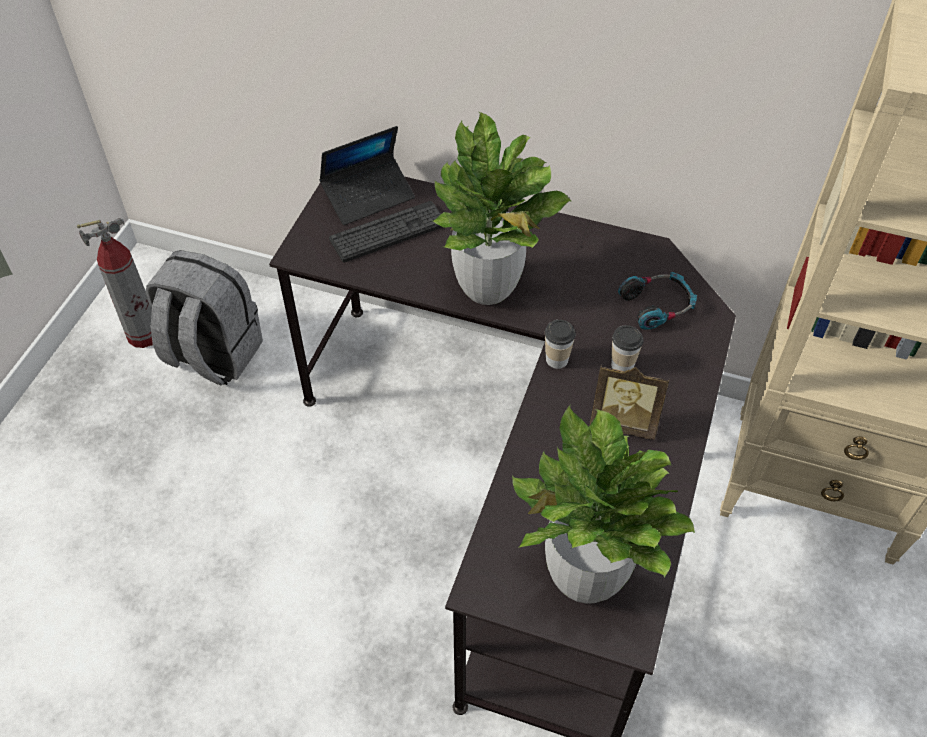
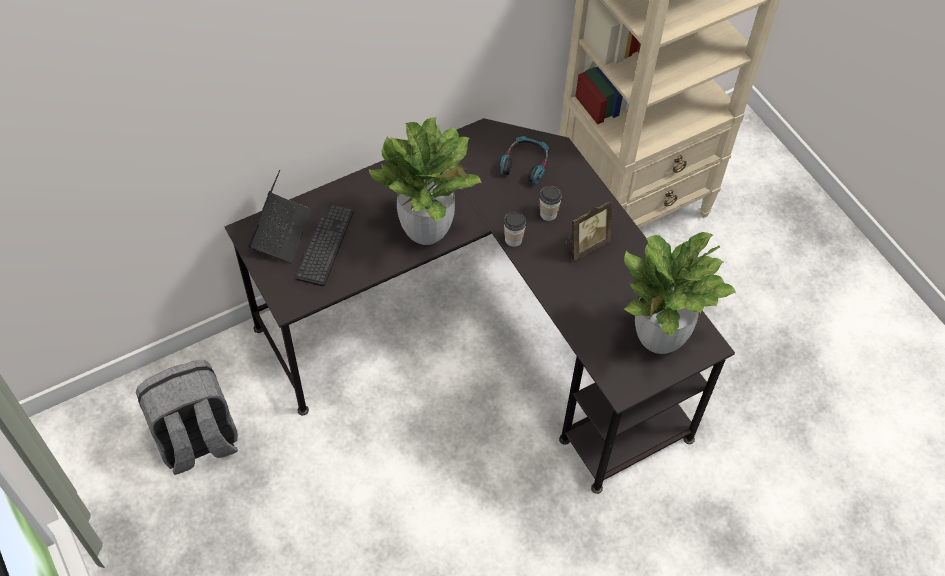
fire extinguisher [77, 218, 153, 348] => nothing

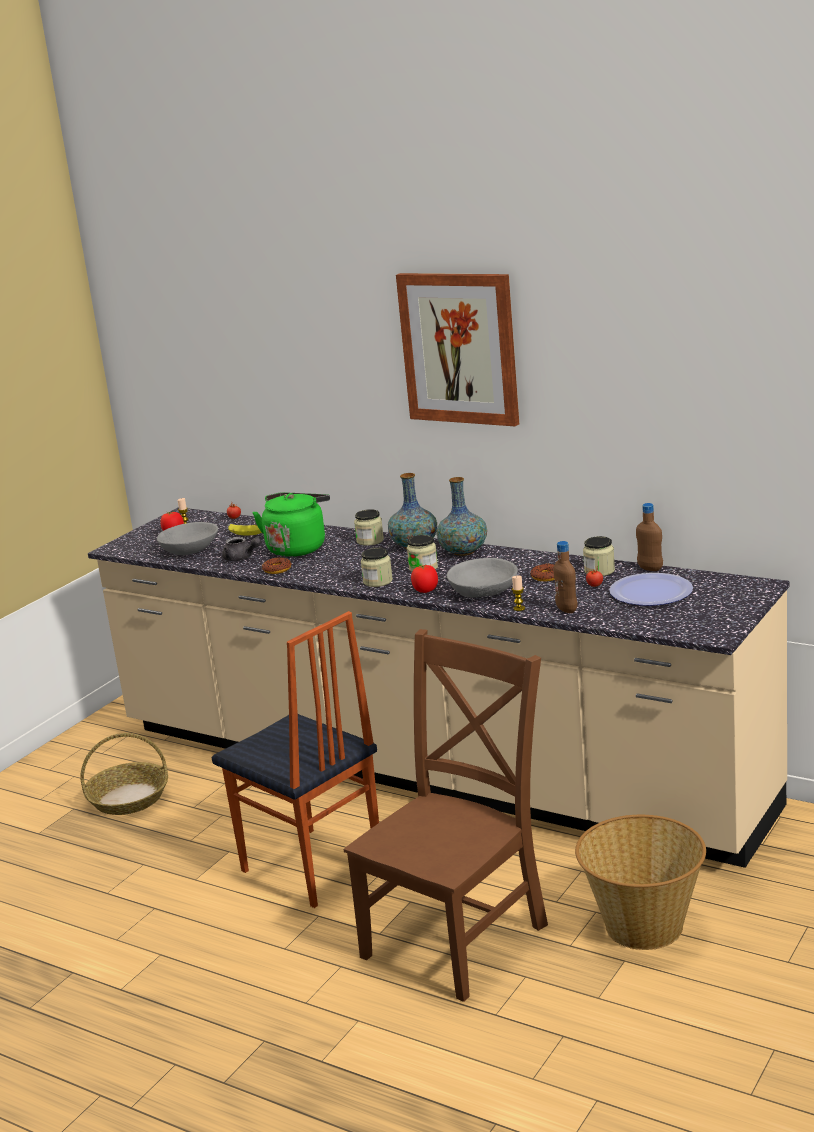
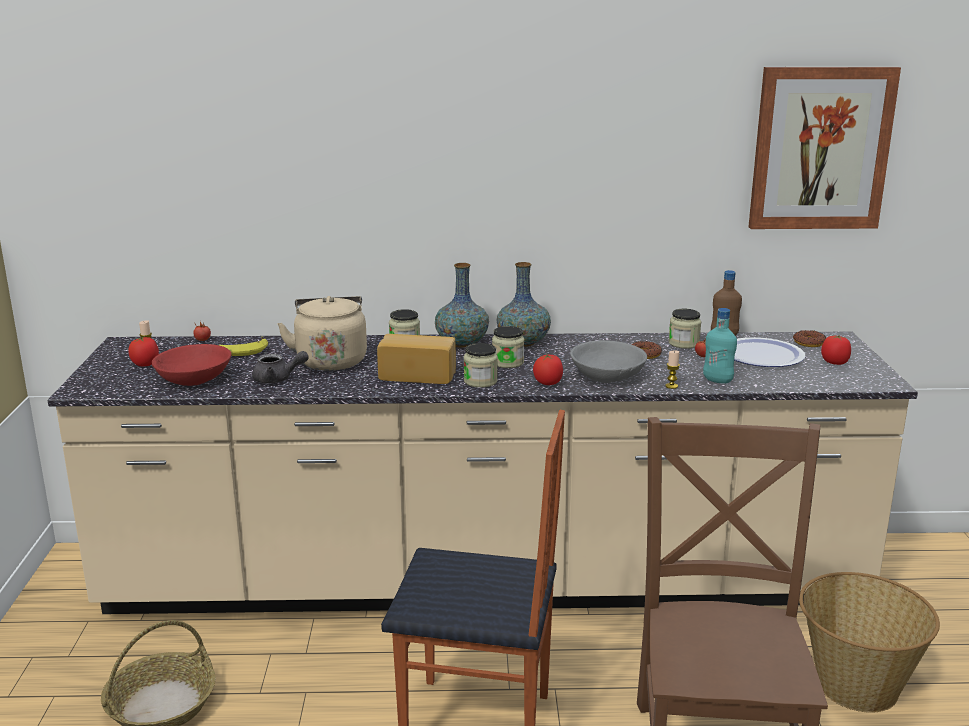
nothing => bread [377, 334, 456, 384]
nothing => tomato [821, 335, 851, 365]
donut [262, 557, 292, 574] => donut [793, 330, 826, 347], move
picture [396, 273, 519, 427] => picture [748, 67, 901, 229], move
grey bowl [157, 522, 218, 555] => red bowl [152, 344, 231, 386]
green kettle [253, 492, 330, 557] => beige kettle [277, 296, 367, 371]
brown bottle [553, 541, 577, 613] => turquoise bottle [703, 308, 737, 384]

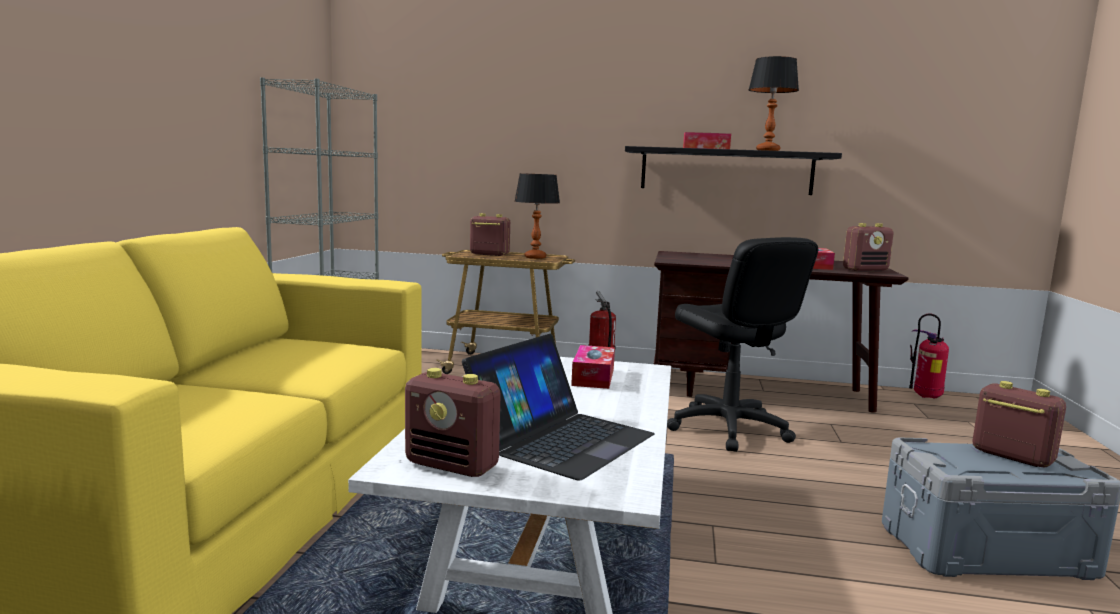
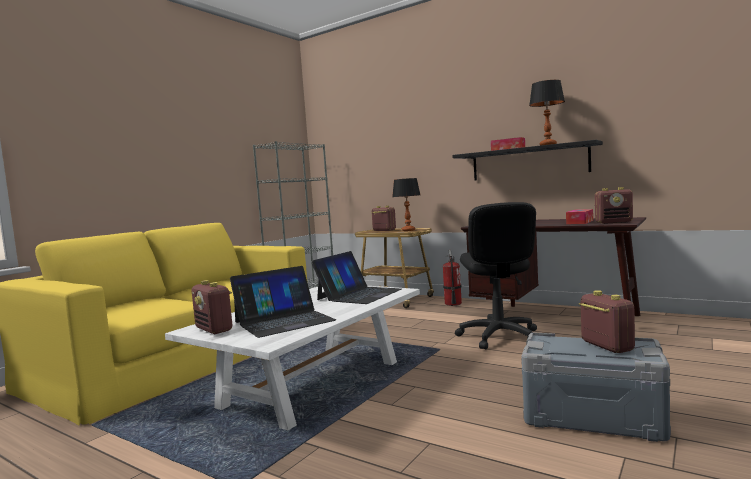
fire extinguisher [909, 313, 949, 399] => nothing
tissue box [571, 345, 615, 389] => laptop [311, 251, 401, 304]

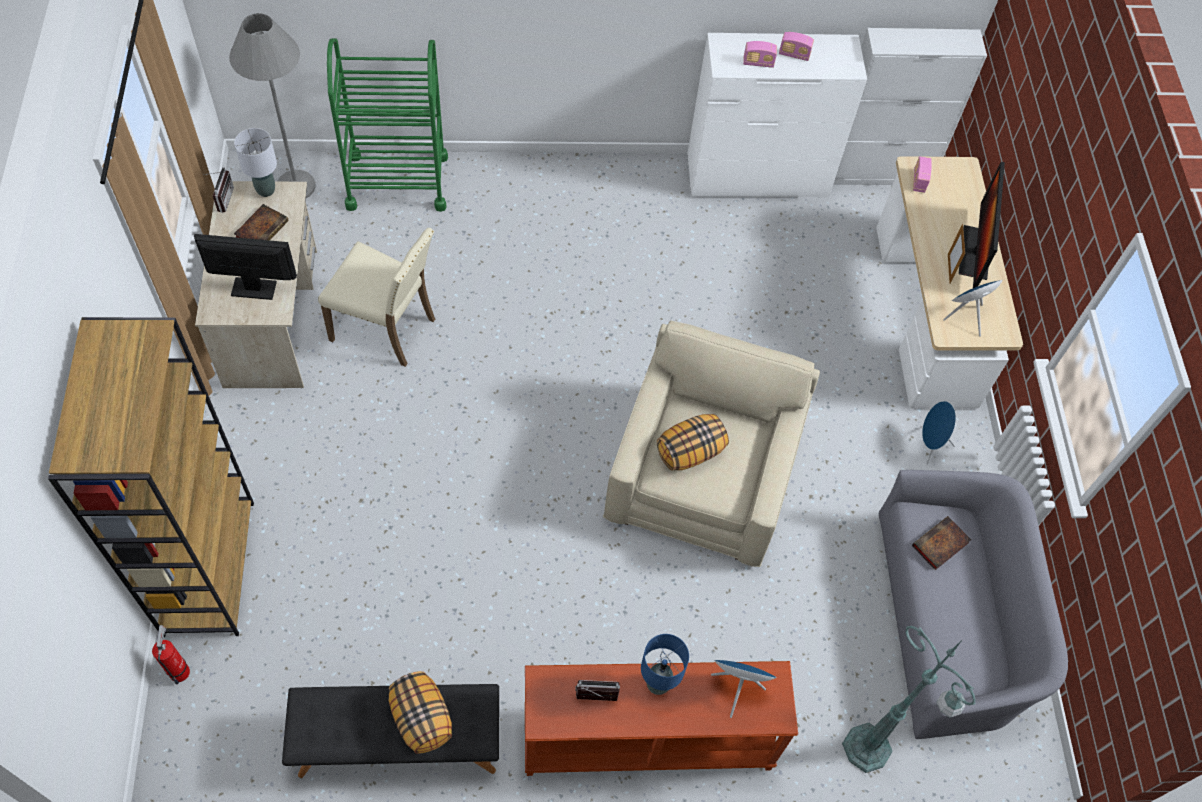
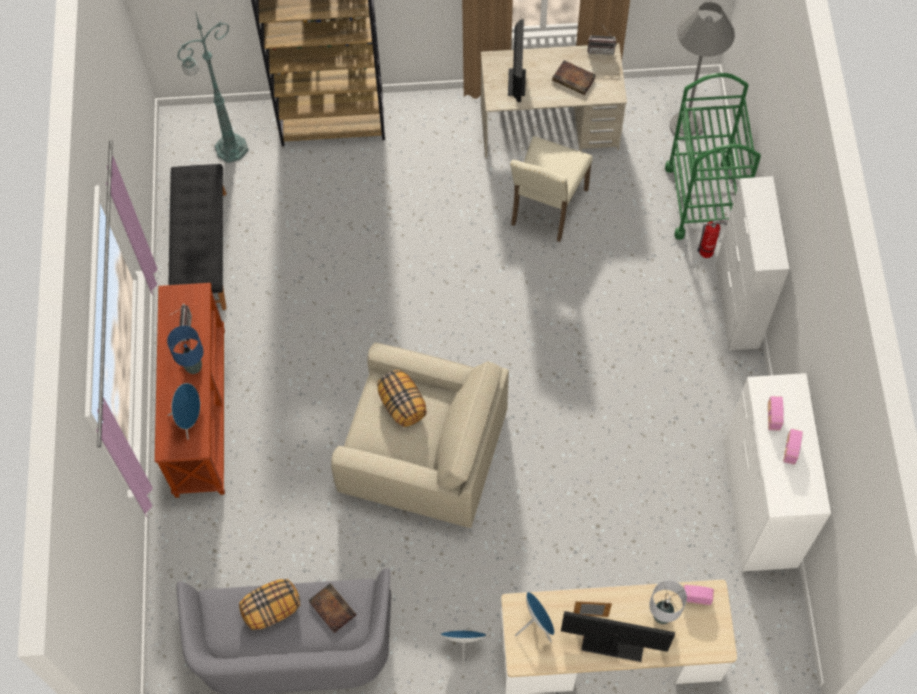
fire extinguisher [152, 625, 190, 684] => fire extinguisher [697, 219, 728, 258], move
grey table lamp [234, 128, 277, 197] => grey table lamp [649, 580, 687, 624], move
pillow [389, 671, 452, 754] => pillow [239, 579, 301, 630], move
white cabinet [833, 28, 987, 185] => white cabinet [715, 176, 789, 350], move
green floor lamp [842, 626, 976, 773] => green floor lamp [177, 14, 248, 163], move

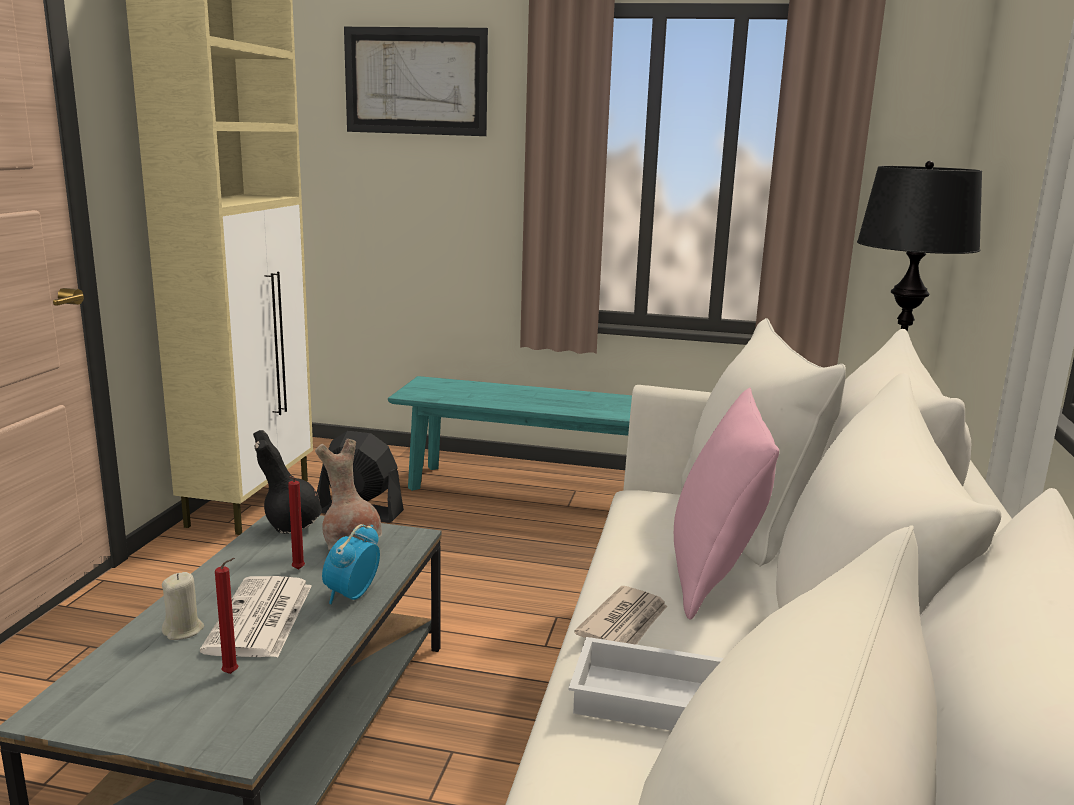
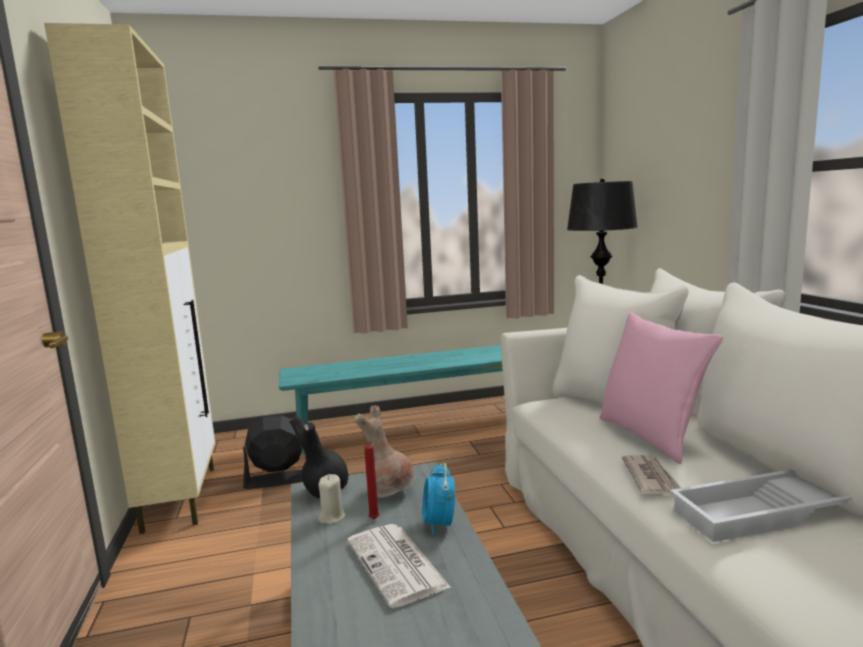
red candle [215, 558, 238, 674] => nothing
picture [344, 27, 488, 136] => nothing
beige candle [162, 572, 204, 640] => beige candle [318, 474, 346, 524], move

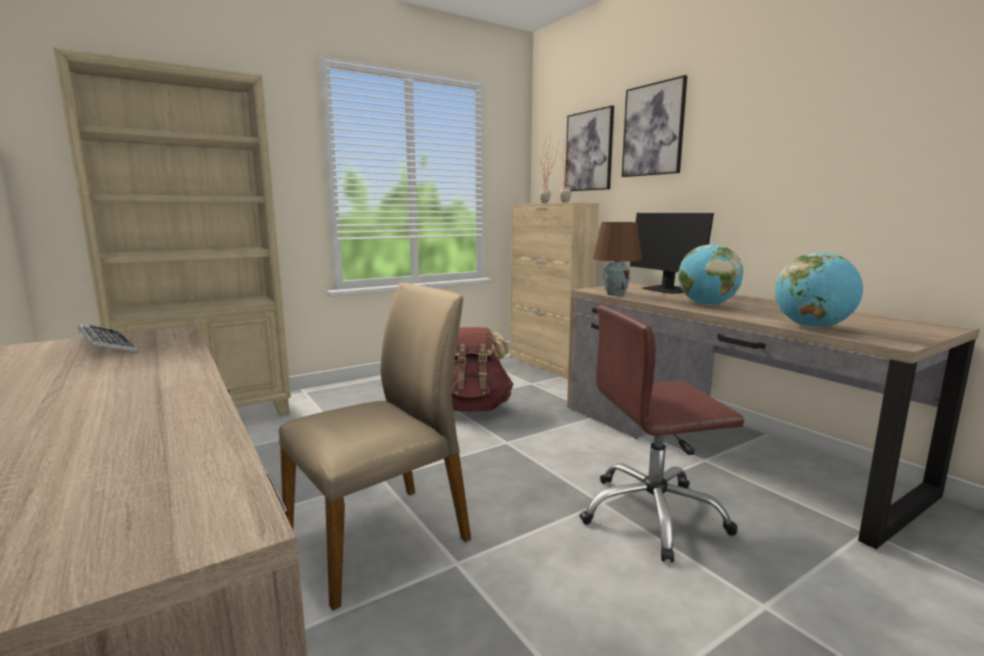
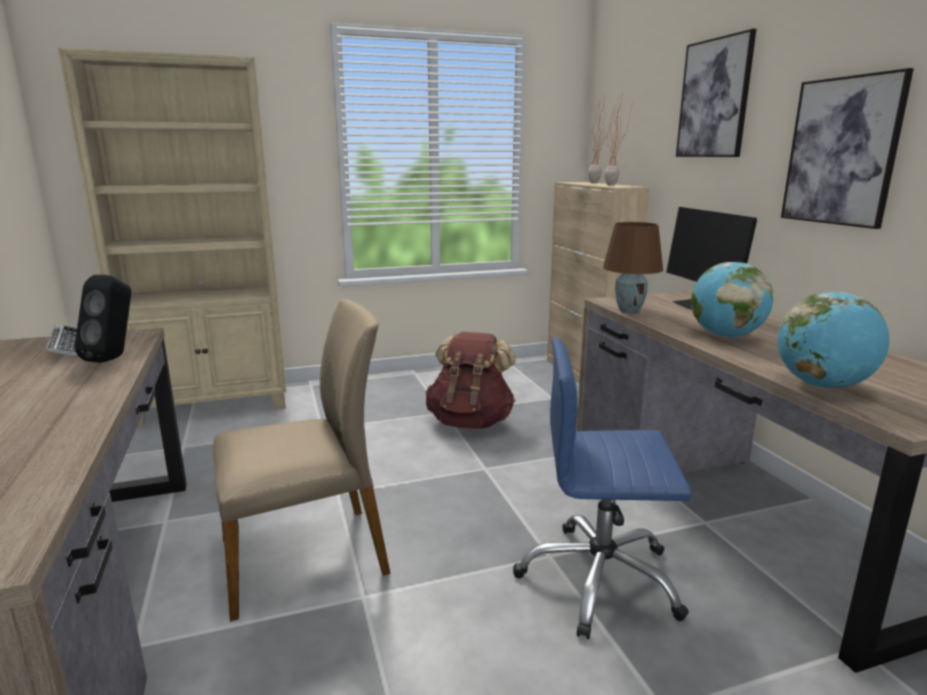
nothing => black speaker [75, 275, 131, 363]
picture [565, 105, 614, 191] => picture [781, 68, 914, 229], move
brown office chair [579, 305, 744, 562] => blue office chair [513, 337, 692, 639]

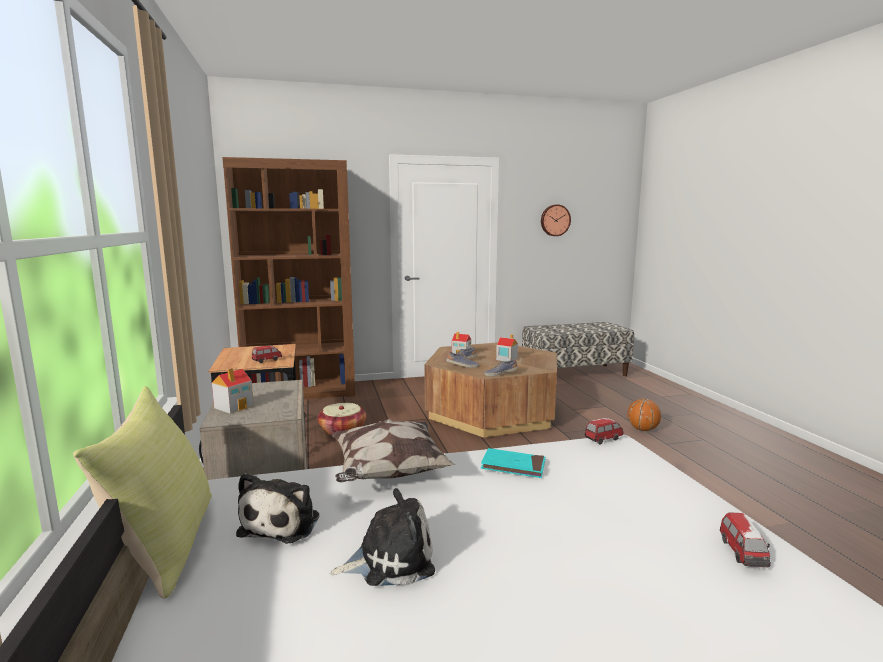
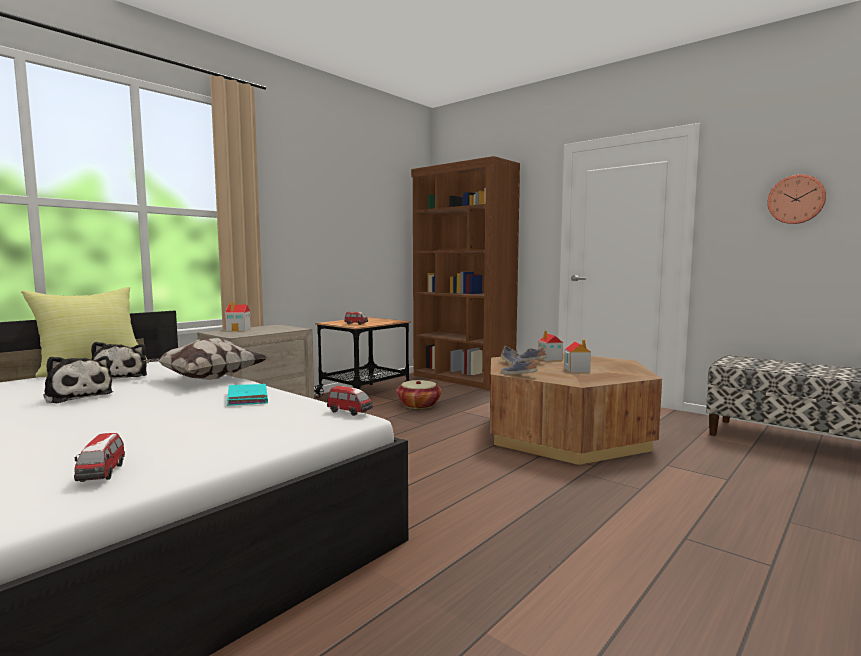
basketball [628, 399, 661, 431] => nothing
plush toy [236, 473, 319, 544] => plush toy [91, 342, 147, 379], 90 degrees counterclockwise
toy car [720, 513, 771, 567] => toy car [74, 433, 125, 482], 75 degrees counterclockwise

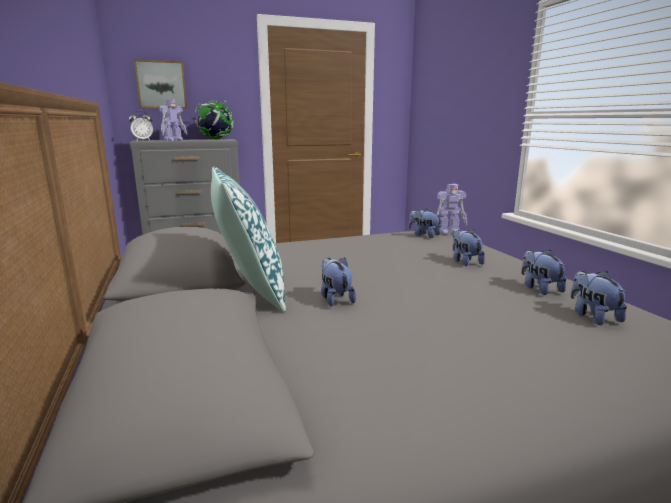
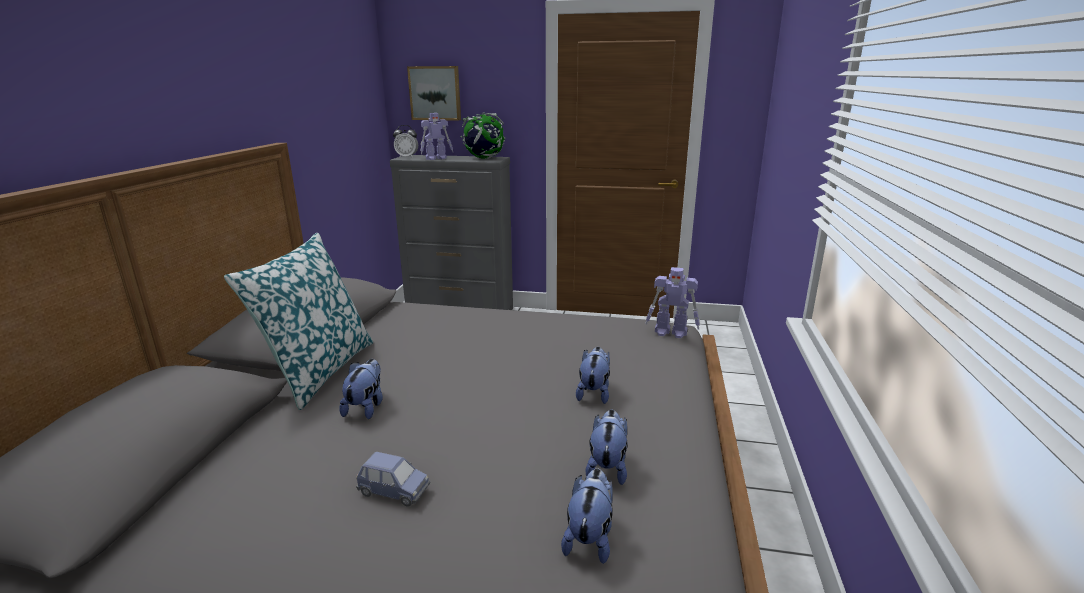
plush toy [408, 208, 441, 238] => nothing
nothing => blue toy car [356, 452, 430, 507]

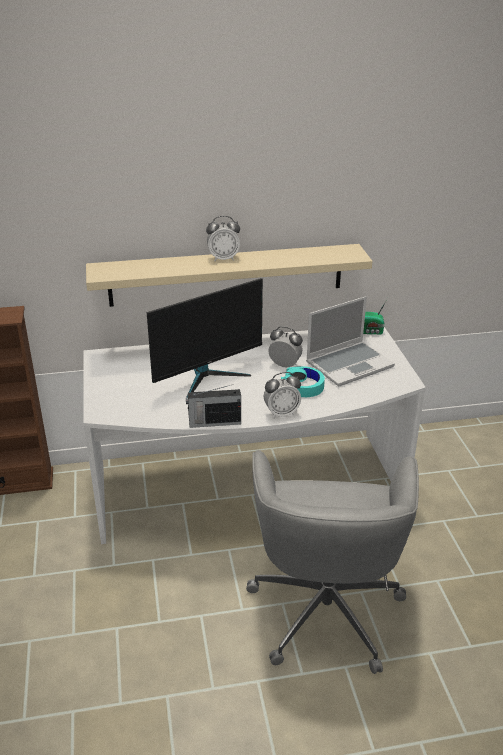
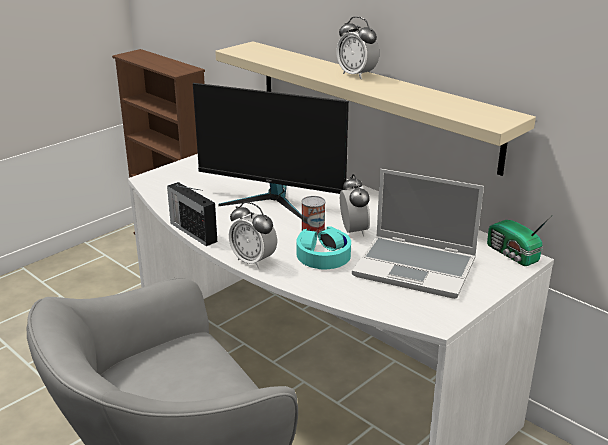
nothing => can [301, 196, 326, 236]

